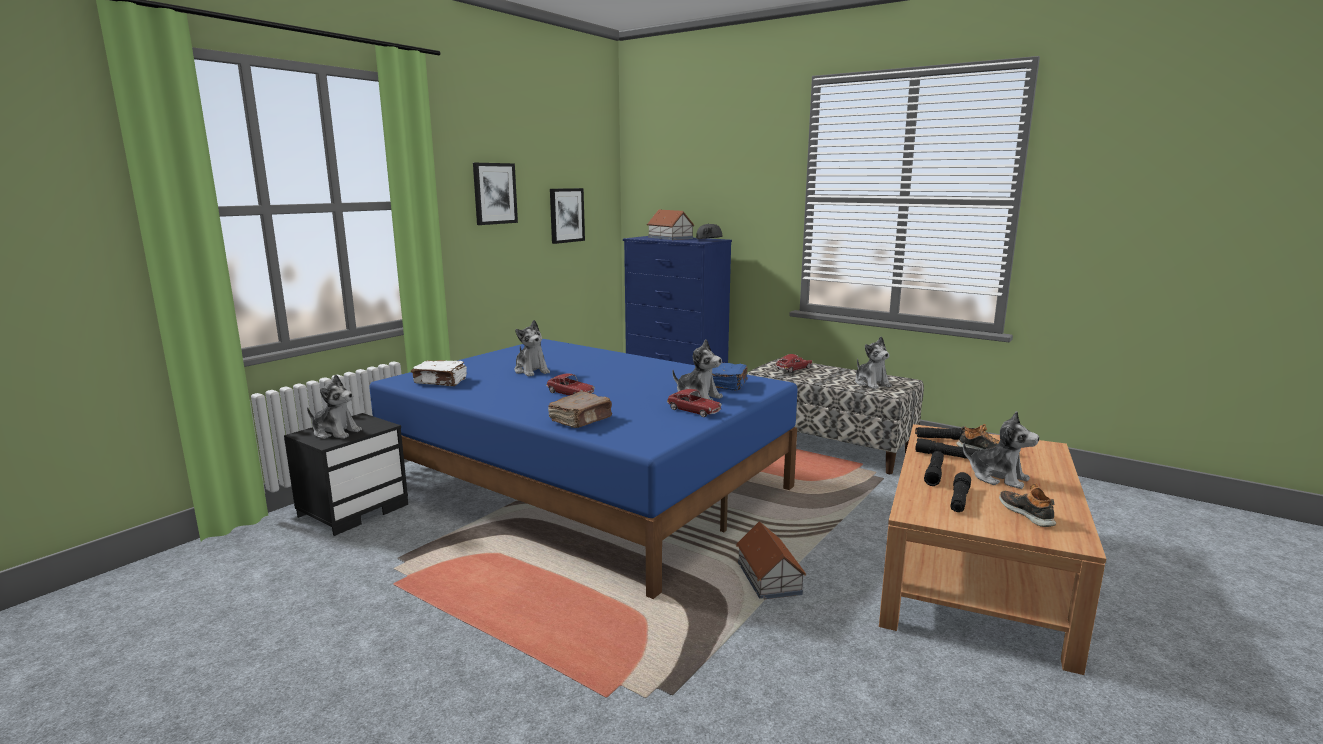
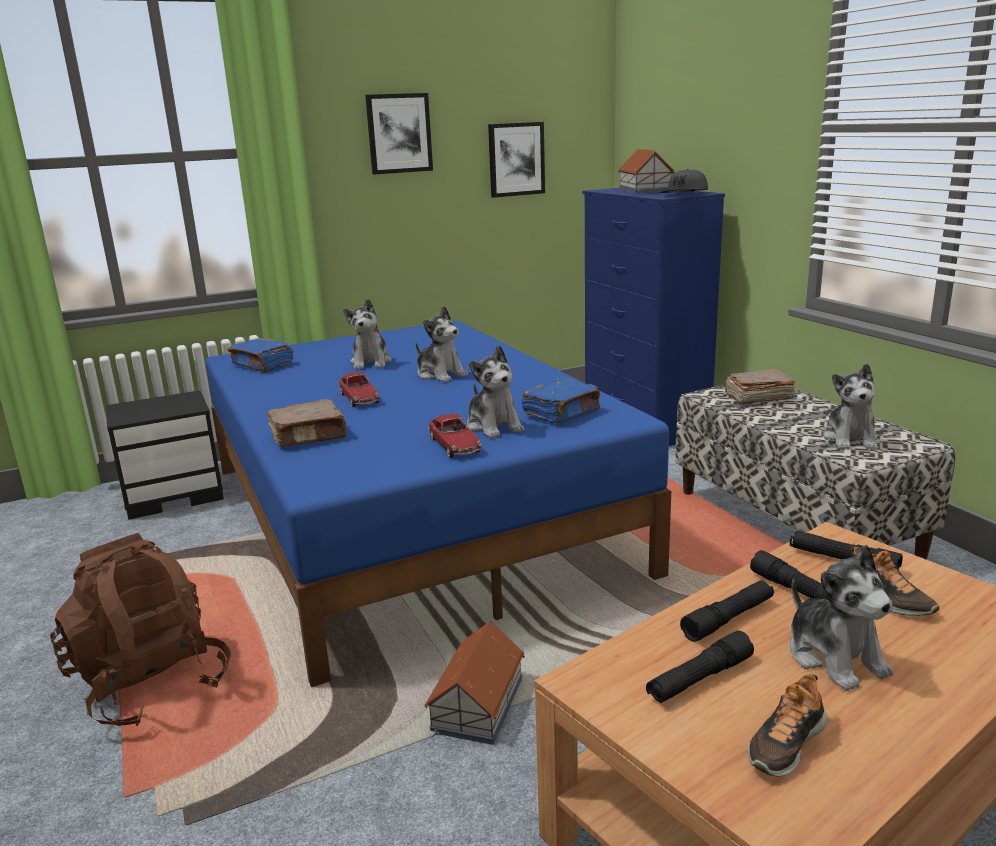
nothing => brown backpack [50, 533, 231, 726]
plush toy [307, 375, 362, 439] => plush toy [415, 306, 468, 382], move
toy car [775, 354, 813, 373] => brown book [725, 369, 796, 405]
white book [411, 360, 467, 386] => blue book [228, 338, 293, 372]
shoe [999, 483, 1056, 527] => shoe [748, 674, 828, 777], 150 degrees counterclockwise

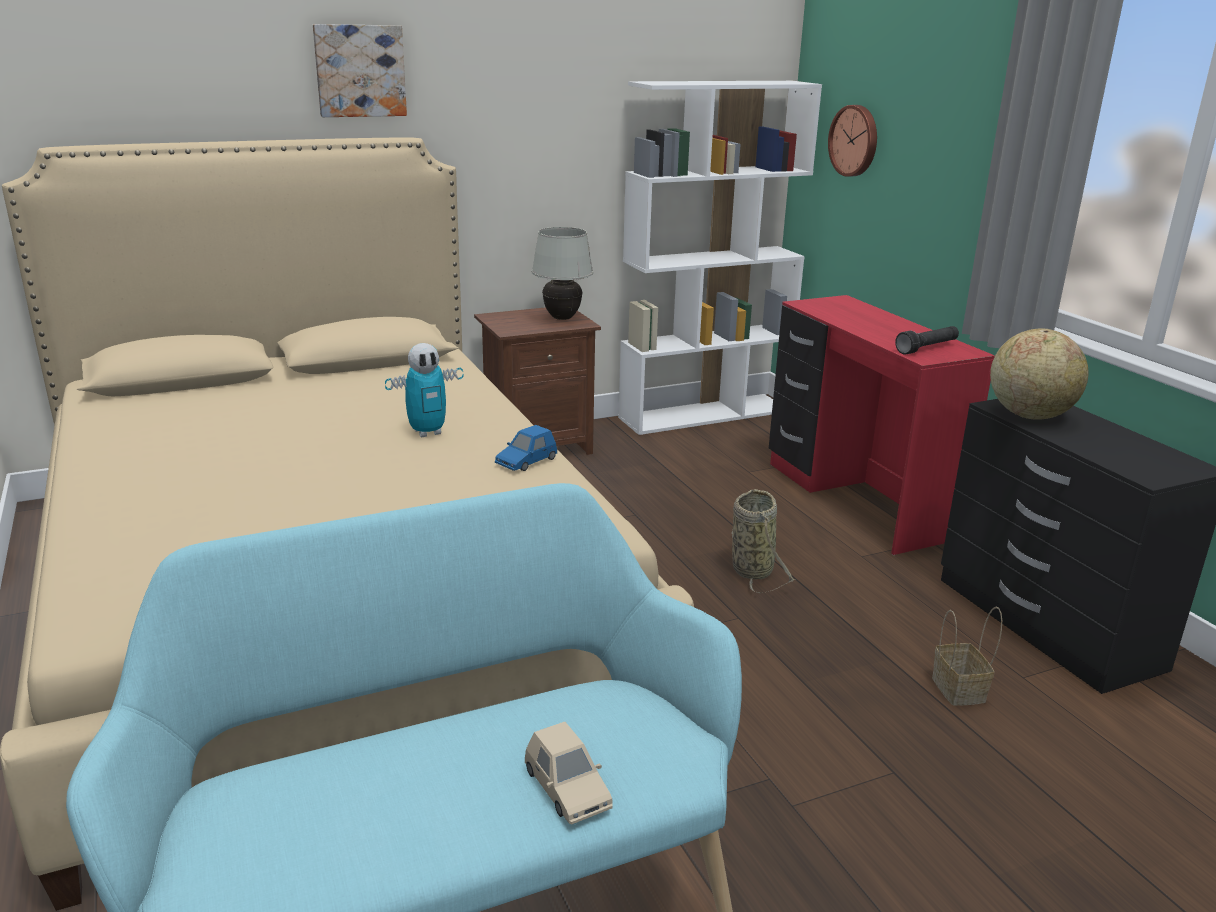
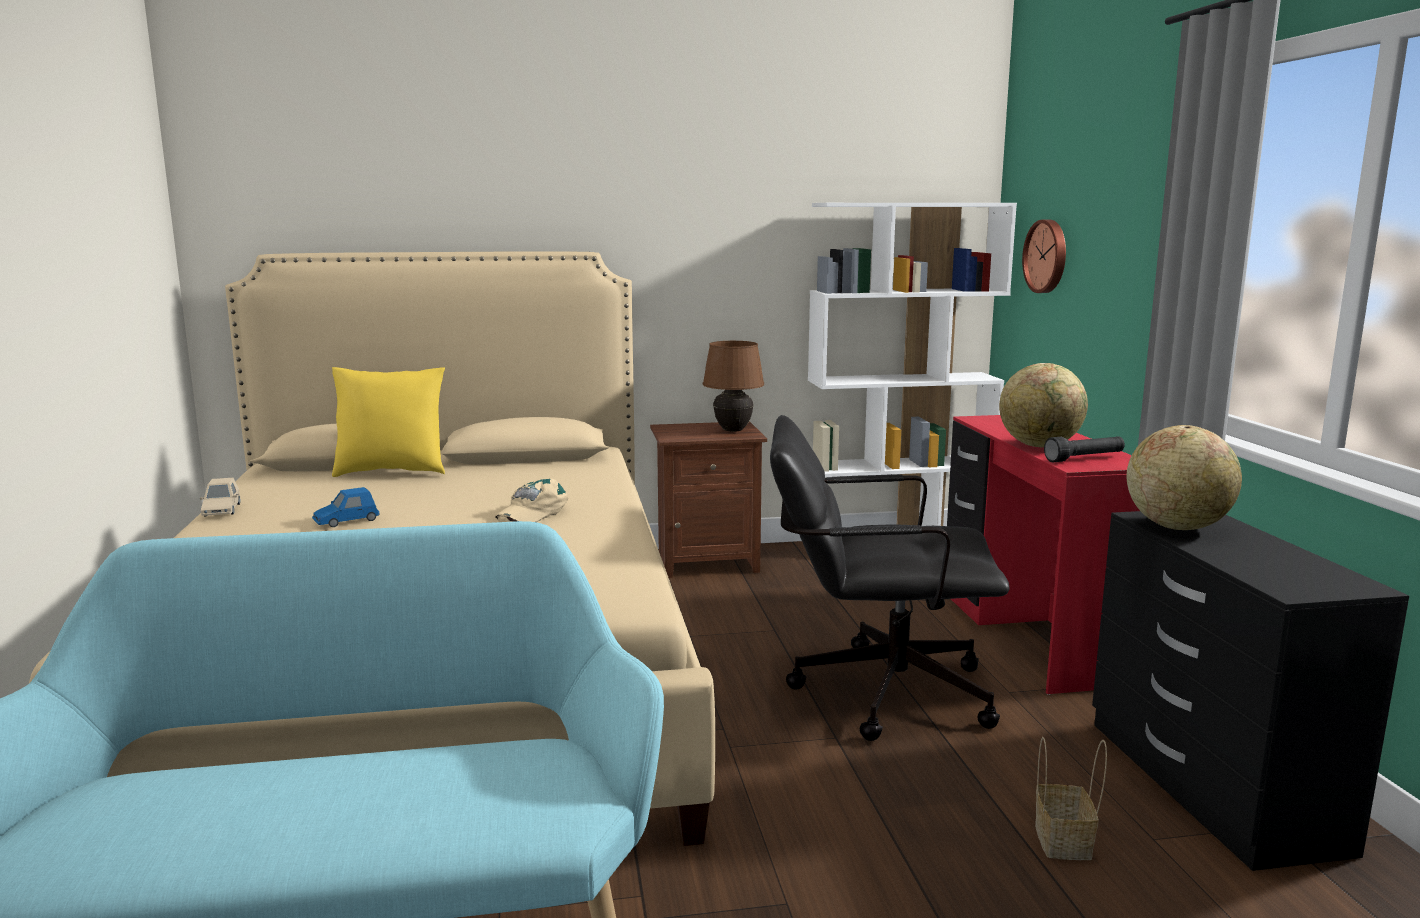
picture [313, 24, 407, 117] => nothing
nothing => yellow pillow [332, 367, 445, 477]
nothing => globe [999, 363, 1088, 447]
blue toy car [495, 425, 557, 471] => blue toy car [312, 487, 380, 527], move
beige toy car [525, 722, 613, 825] => beige toy car [200, 478, 240, 516], move
toy robot [385, 343, 464, 438] => beige cap [495, 479, 568, 522]
basket [731, 489, 795, 594] => black office chair [770, 415, 1010, 741]
white table lamp [532, 227, 593, 320] => brown table lamp [703, 341, 764, 432]

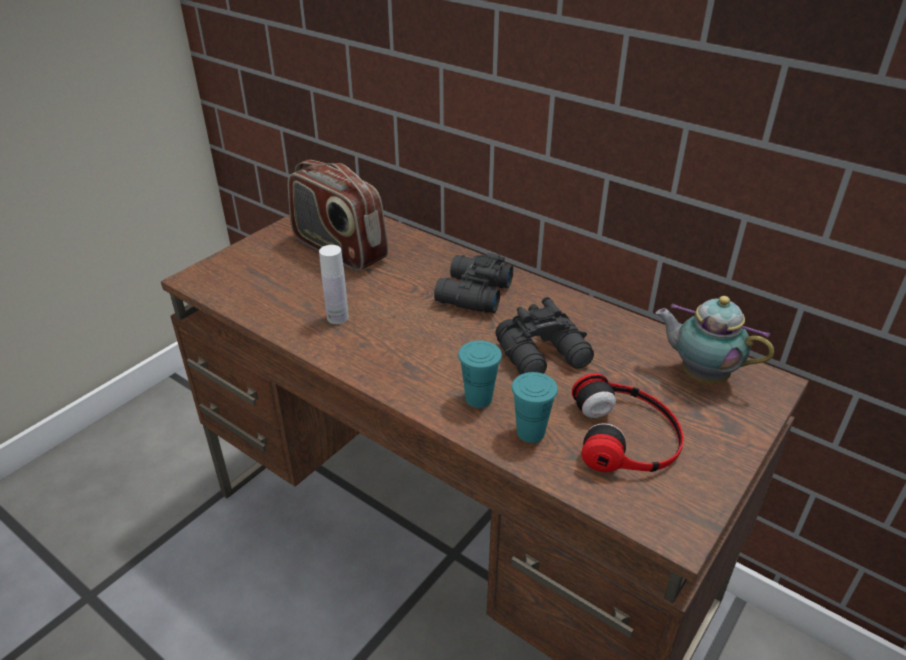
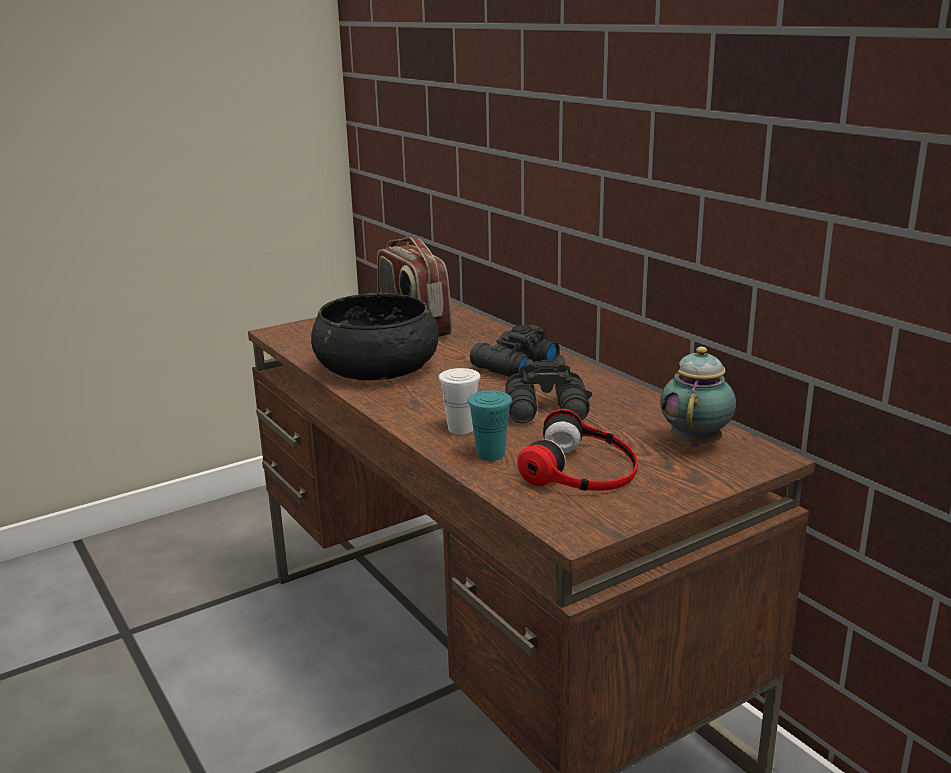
white bottle [319, 245, 349, 324] => black bowl [311, 293, 439, 380]
turquoise cup [458, 340, 502, 408] => white cup [439, 368, 480, 434]
teapot [656, 296, 774, 384] => teapot [660, 347, 736, 448], 60 degrees clockwise

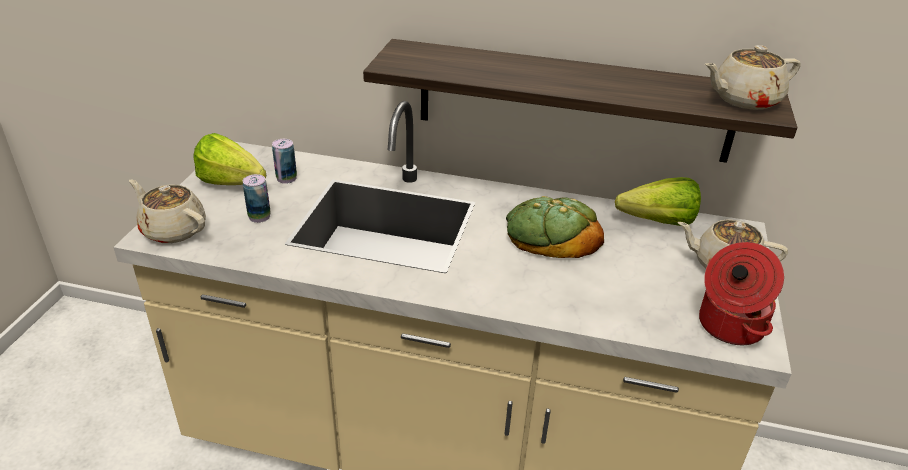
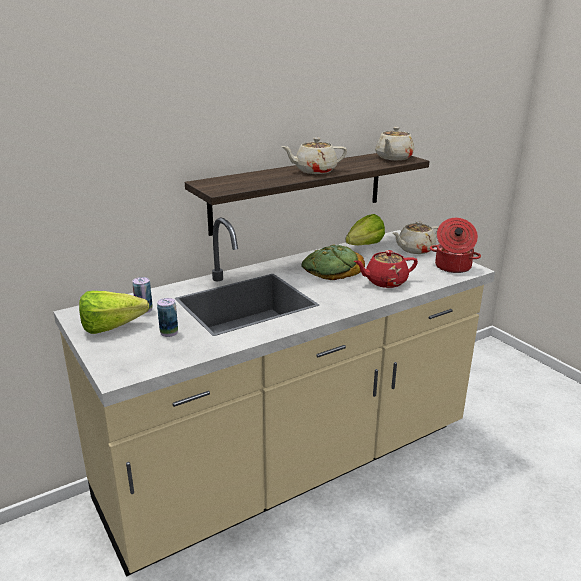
nothing => red teapot [354, 250, 418, 288]
beige teapot [129, 180, 206, 243] => beige teapot [281, 137, 347, 174], move

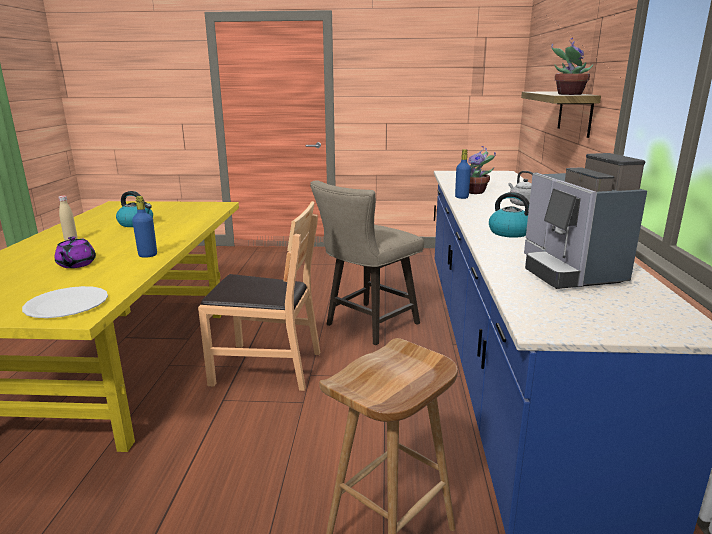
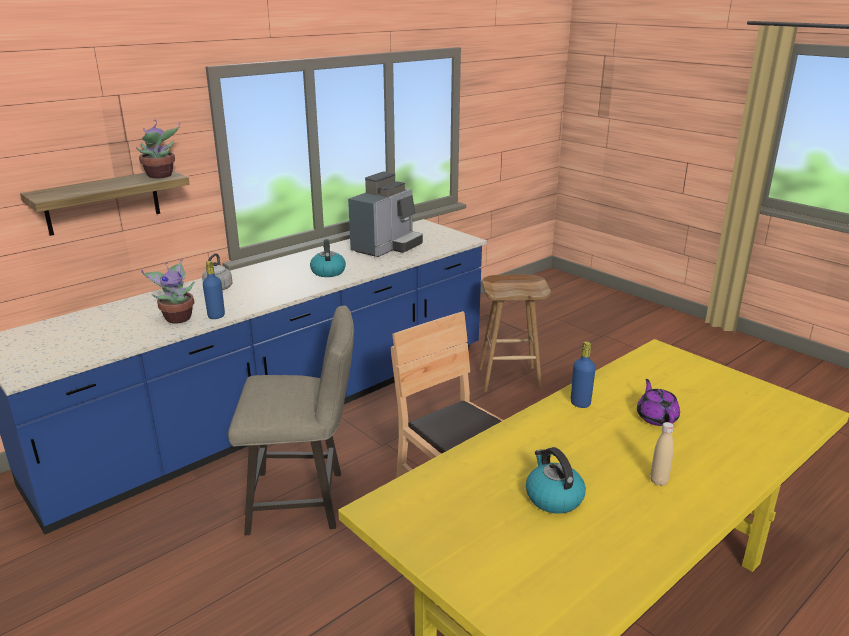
white plate [22, 286, 108, 318] => nothing
purple teapot [55, 237, 96, 268] => purple teapot [637, 379, 680, 426], 45 degrees counterclockwise

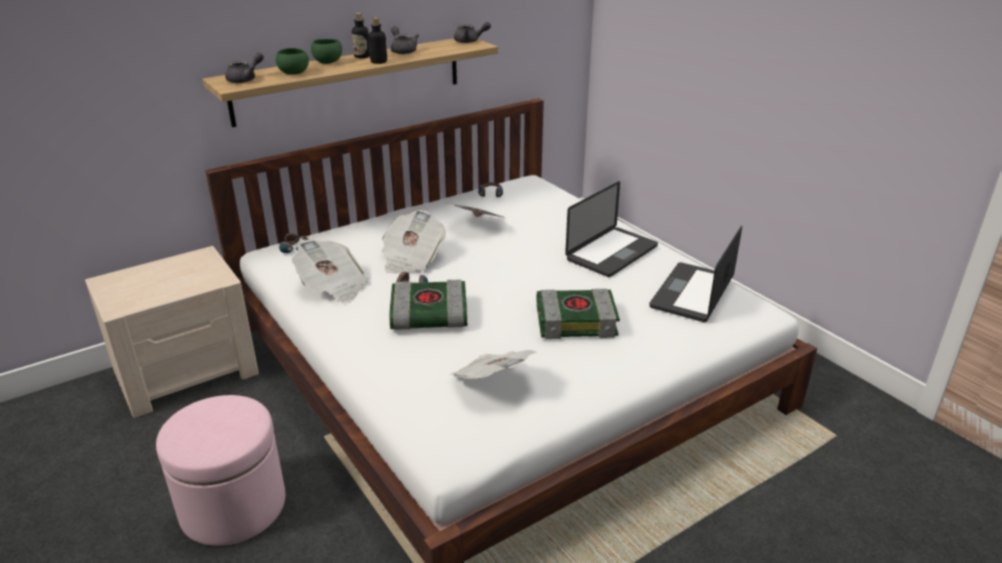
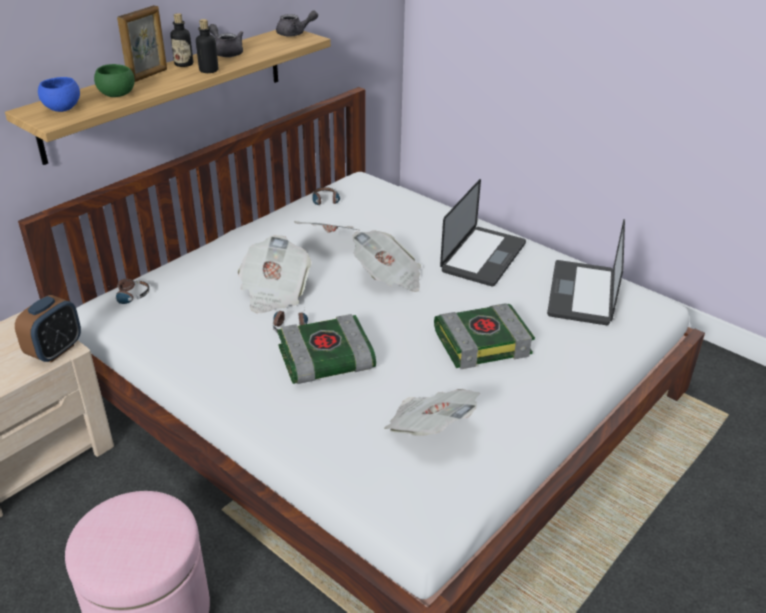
nothing => alarm clock [15, 295, 81, 363]
newspaper [292, 240, 369, 303] => newspaper [353, 230, 421, 292], move
grey teapot [225, 52, 264, 83] => blue bowl [38, 77, 80, 112]
green bowl [311, 39, 342, 64] => picture frame [117, 5, 167, 82]

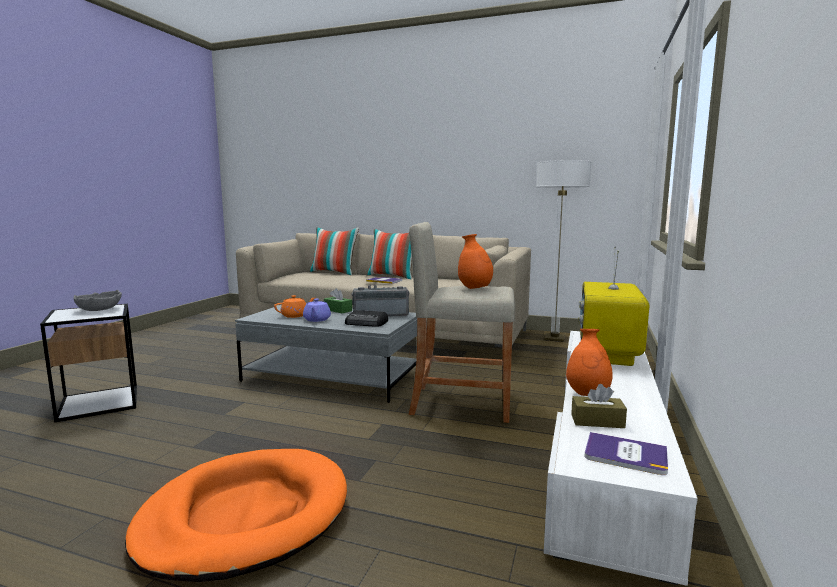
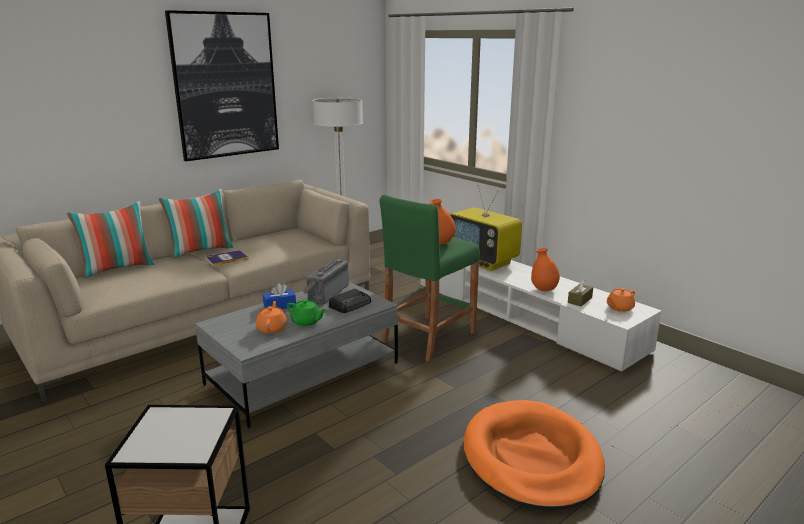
grey bowl [73, 290, 122, 311] => nothing
nothing => picture [165, 10, 279, 161]
book [584, 432, 668, 475] => orange teapot [607, 288, 635, 312]
purple teapot [303, 299, 331, 322] => green teapot [287, 300, 326, 326]
green tissue box [324, 288, 352, 313] => blue tissue box [263, 283, 296, 309]
beige stool [408, 222, 515, 423] => green stool [380, 195, 480, 362]

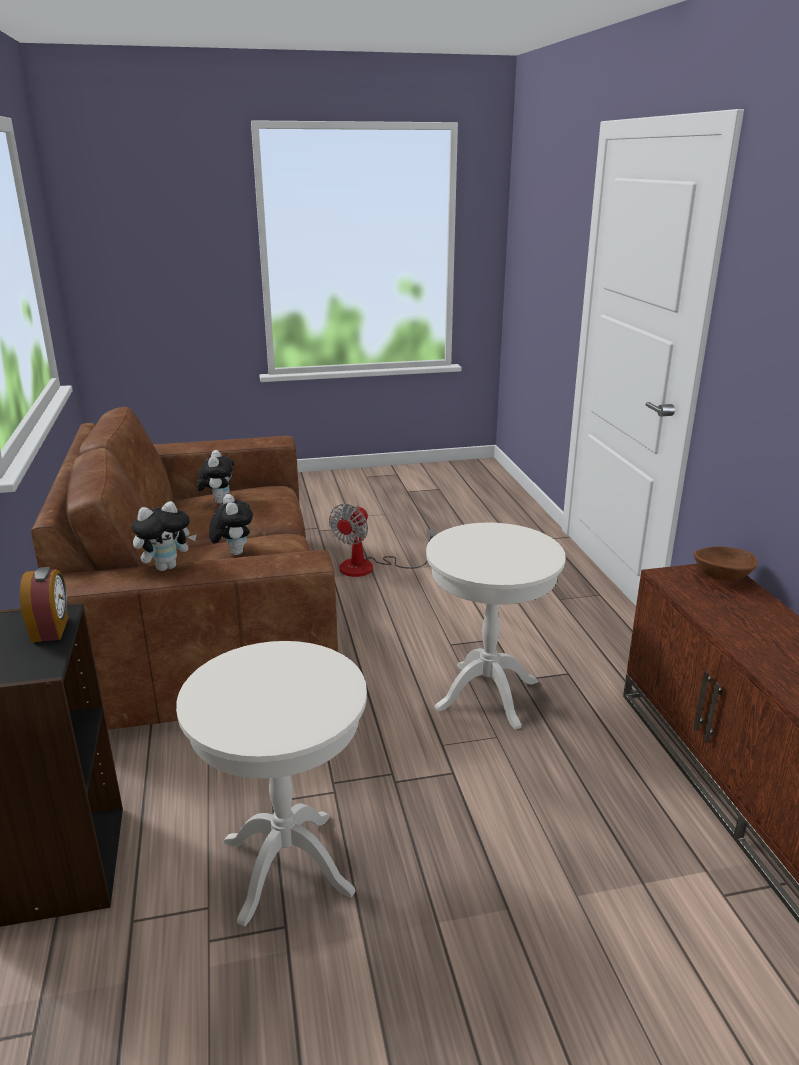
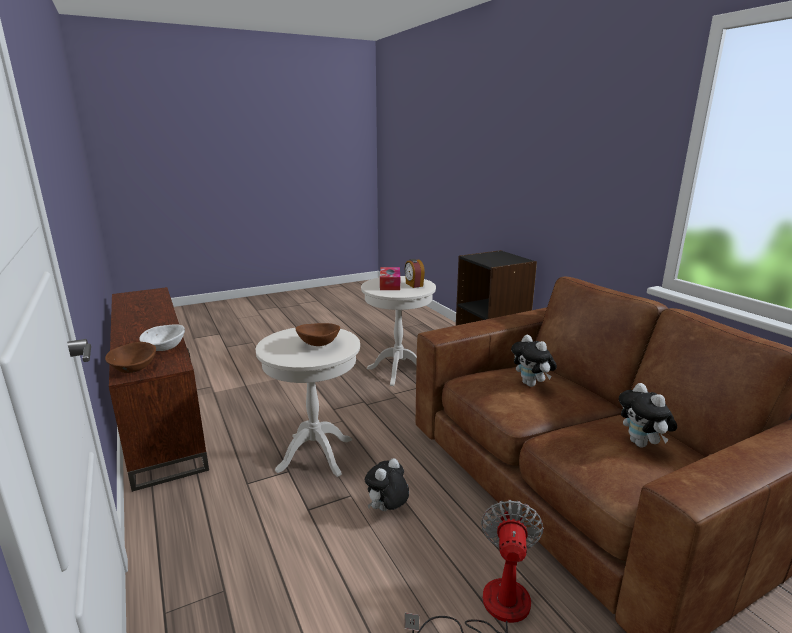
nothing => white bowl [140, 324, 185, 351]
nothing => brown bowl [295, 323, 340, 346]
nothing => tissue box [380, 267, 400, 290]
alarm clock [20, 567, 68, 642] => alarm clock [405, 259, 425, 288], move
plush toy [131, 501, 197, 571] => plush toy [365, 458, 409, 511], move

